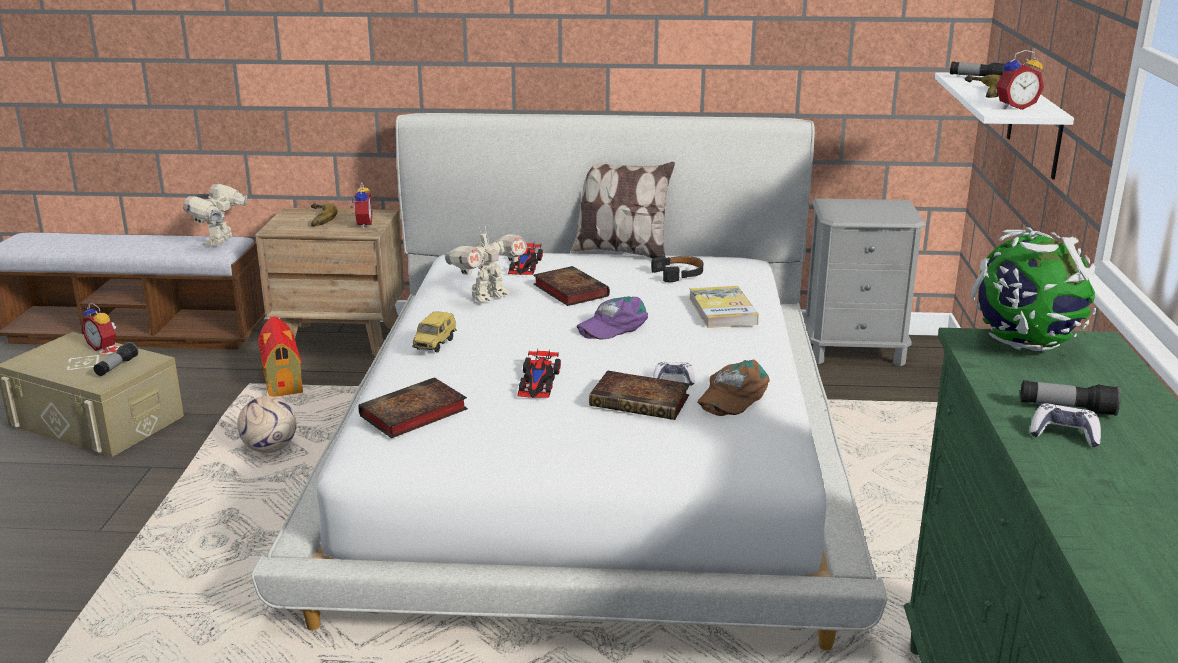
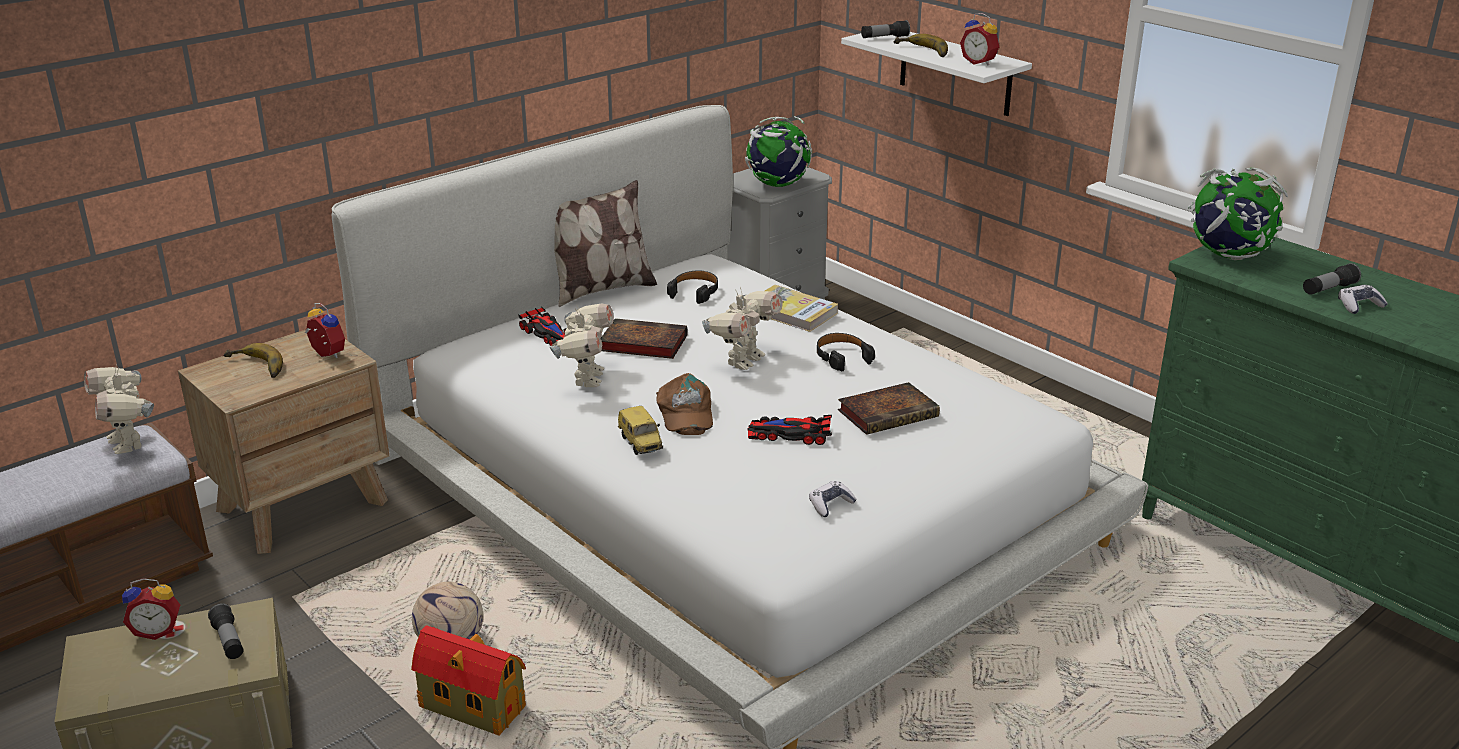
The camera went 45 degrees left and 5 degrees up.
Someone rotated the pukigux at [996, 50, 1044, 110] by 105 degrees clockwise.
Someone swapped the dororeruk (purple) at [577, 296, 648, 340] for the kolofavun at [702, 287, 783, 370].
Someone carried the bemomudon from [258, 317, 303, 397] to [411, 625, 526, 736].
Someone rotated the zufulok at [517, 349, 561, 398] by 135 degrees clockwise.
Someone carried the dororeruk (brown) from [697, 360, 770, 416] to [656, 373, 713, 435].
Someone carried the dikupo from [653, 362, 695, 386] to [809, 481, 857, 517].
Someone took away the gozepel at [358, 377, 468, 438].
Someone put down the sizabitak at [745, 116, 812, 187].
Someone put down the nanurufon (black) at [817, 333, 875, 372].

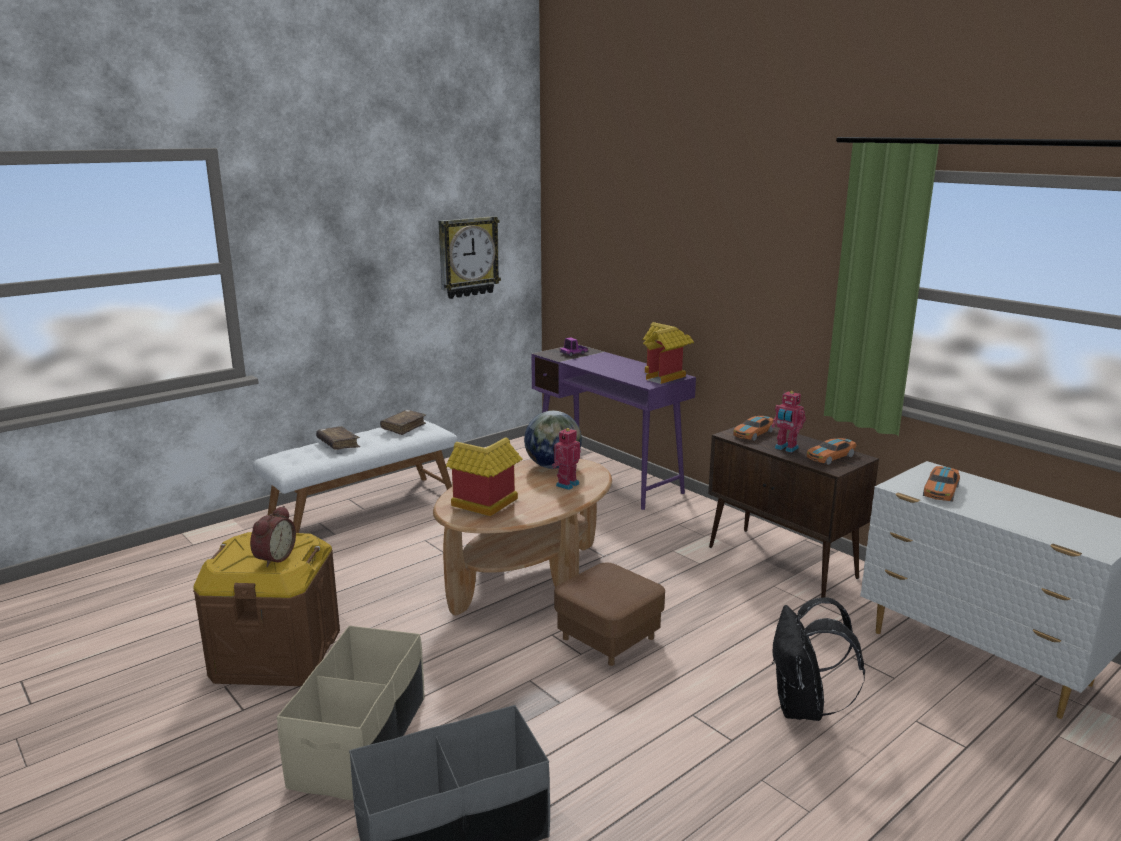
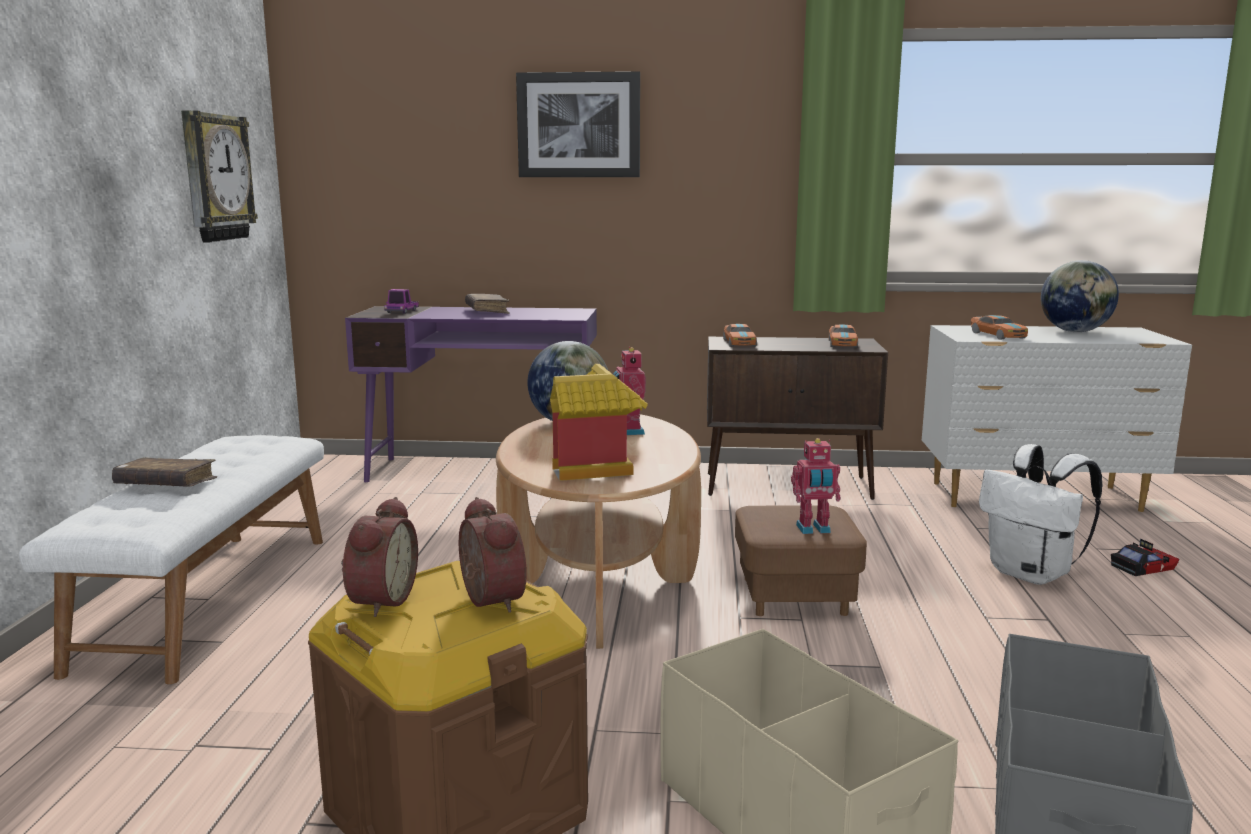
The camera went 45 degrees left and 5 degrees down.
Someone took away the bemomudon at [643, 322, 694, 384].
Someone carried the kolofavun from [772, 390, 806, 453] to [791, 438, 841, 534].
Someone carried the gozepel (brown) from [380, 410, 426, 435] to [465, 294, 510, 314].
Someone repainted the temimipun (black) at [772, 597, 865, 721], which became the temimipun (white) at [979, 444, 1102, 585].
Someone put up the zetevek at [516, 71, 640, 177].
Someone put down the sizabitak at [1041, 260, 1119, 332].
Someone put down the pukigux at [341, 497, 418, 617].
Someone put down the zufulok at [1111, 539, 1179, 576].

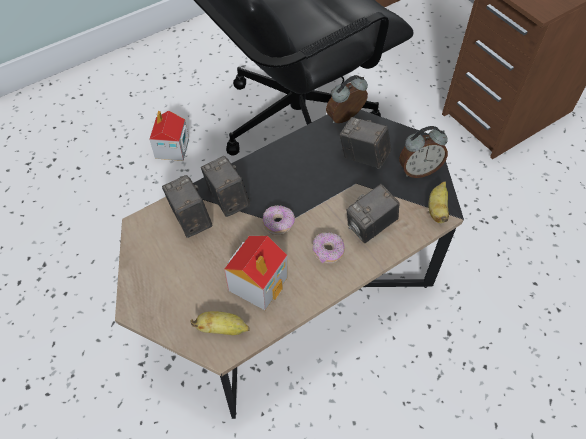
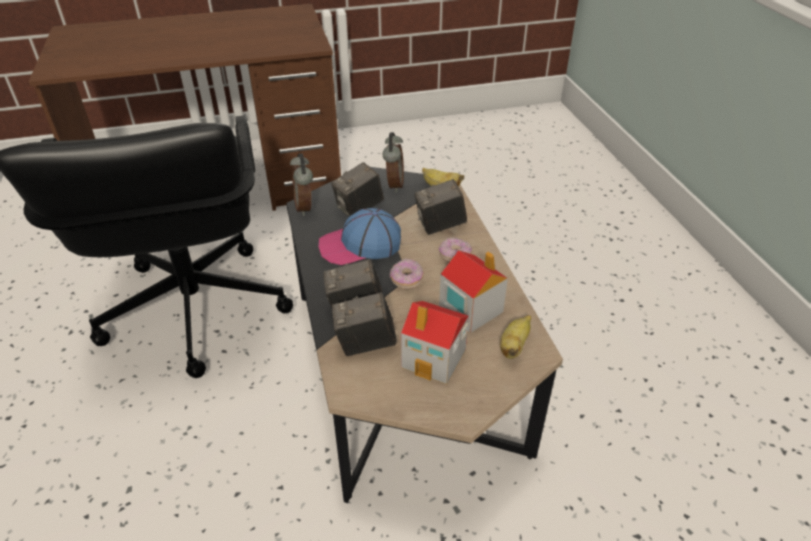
The camera went 70 degrees left and 15 degrees down.
Someone carried the bemomudon from [149, 110, 189, 161] to [401, 301, 469, 384].
Someone rotated the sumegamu at [347, 184, 399, 243] by 90 degrees clockwise.
Someone put down the dororeruk at [318, 208, 401, 265].

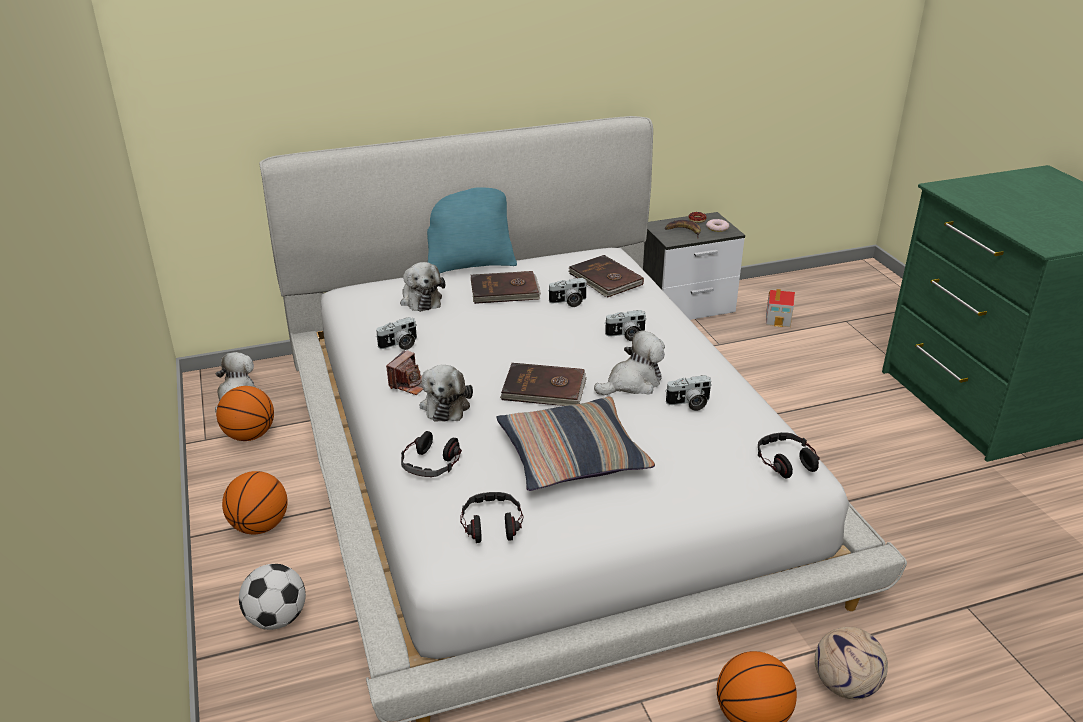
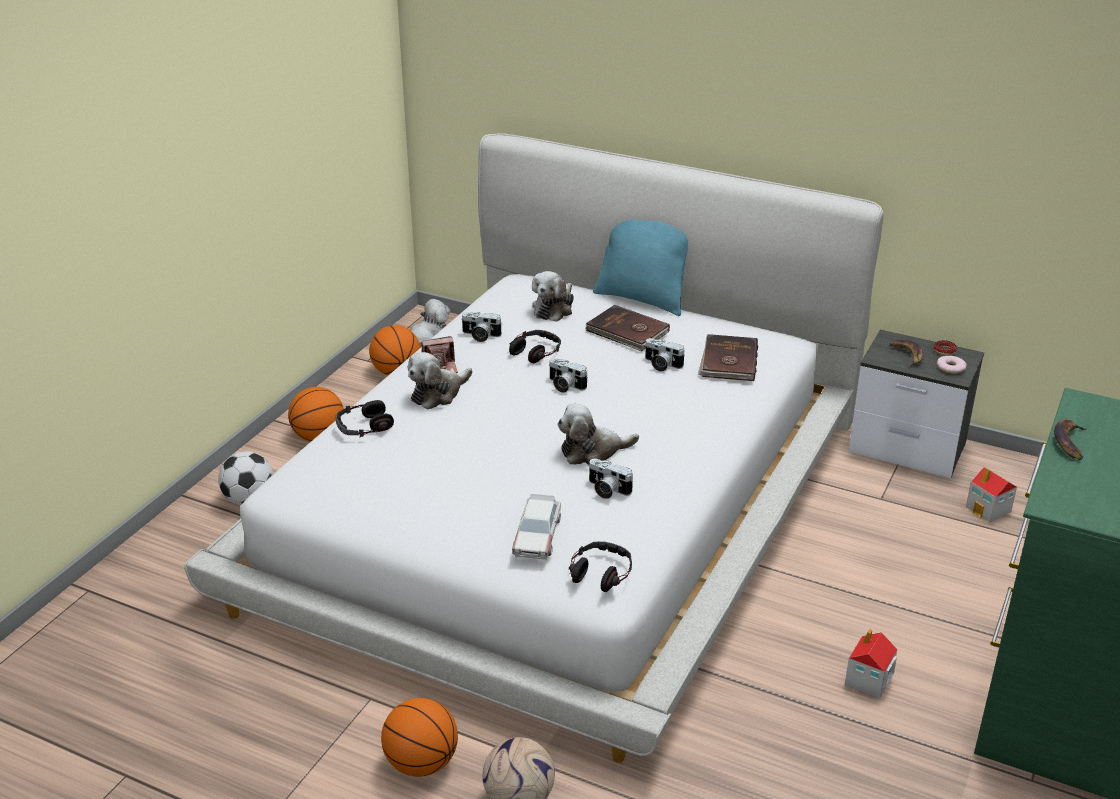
The camera went 45 degrees right and 0 degrees up.
Someone carried the sumegamu from [604, 310, 647, 341] to [550, 358, 588, 393].
Someone rotated the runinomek at [594, 331, 665, 395] by 150 degrees clockwise.
Someone took away the gozepel (brown) at [500, 363, 587, 406].
Someone took away the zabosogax at [497, 396, 655, 491].
Someone carried the nanurufon from [460, 492, 523, 543] to [509, 330, 561, 363].
Someone put down the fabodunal at [1054, 419, 1087, 460].
Someone put down the zufulok at [512, 494, 561, 561].
Someone put down the bemomudon at [845, 629, 897, 699].

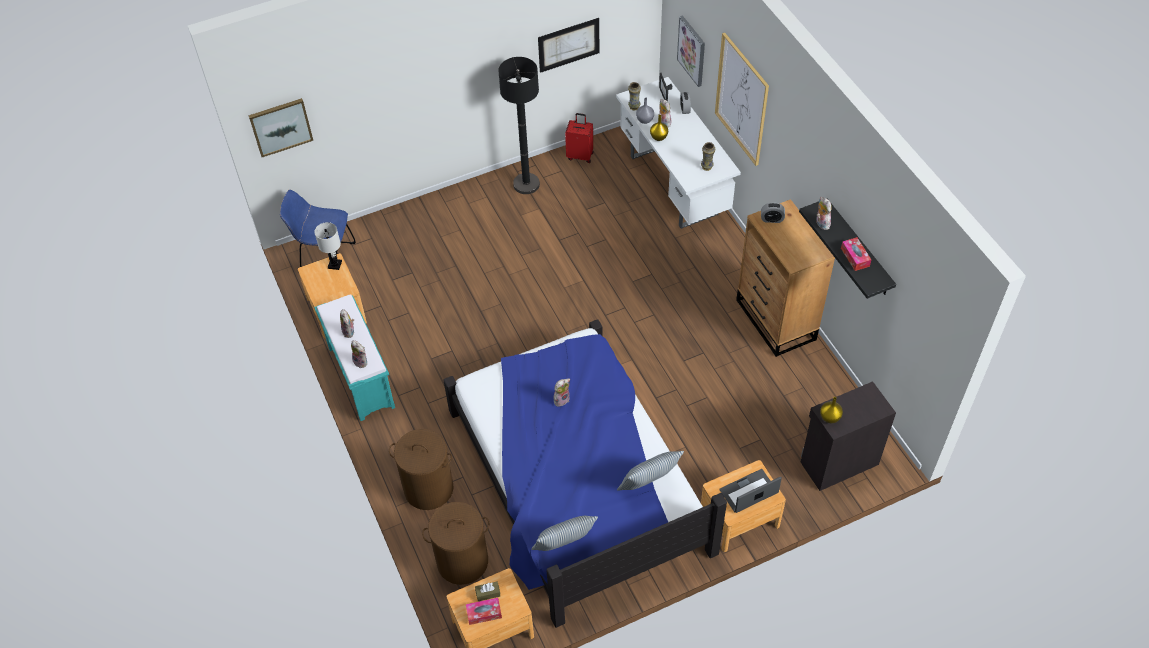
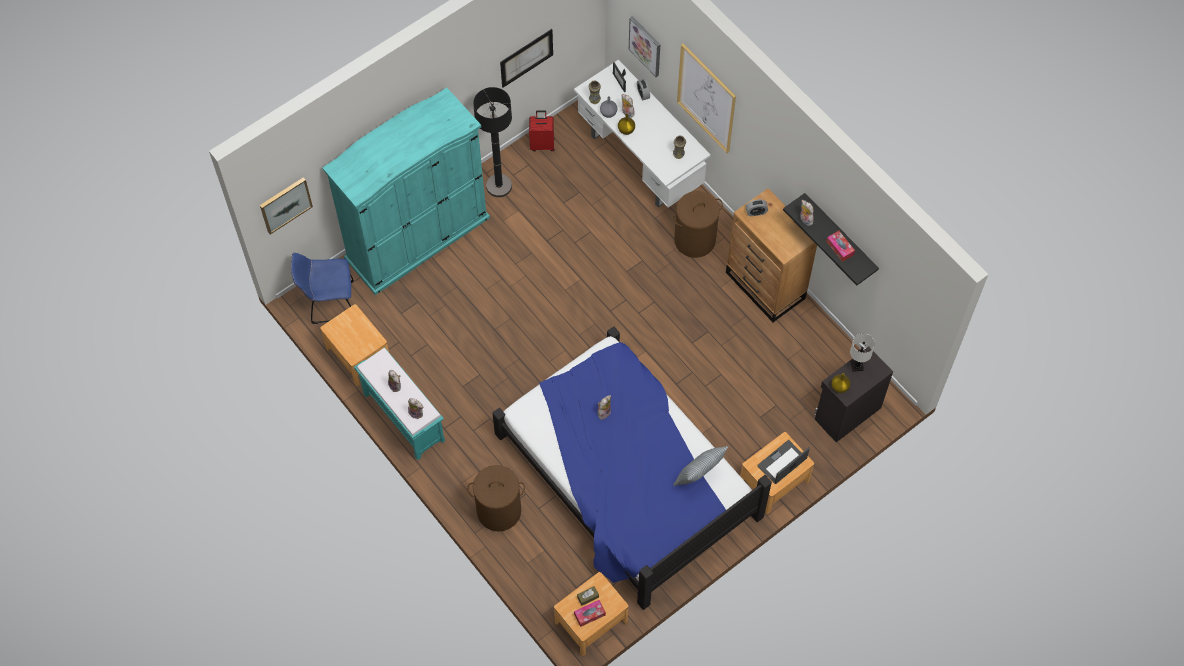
The camera went 15 degrees left and 10 degrees up.
Someone carried the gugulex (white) from [314, 222, 342, 270] to [850, 333, 875, 372].
Someone carried the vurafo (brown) from [422, 502, 489, 585] to [673, 191, 723, 258].
Someone took away the zabosogax at [531, 516, 598, 551].
Someone put down the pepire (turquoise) at [322, 88, 490, 295].

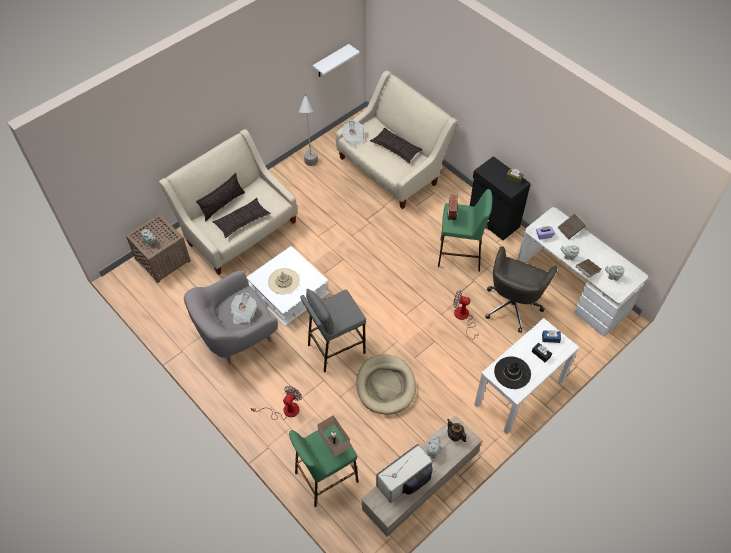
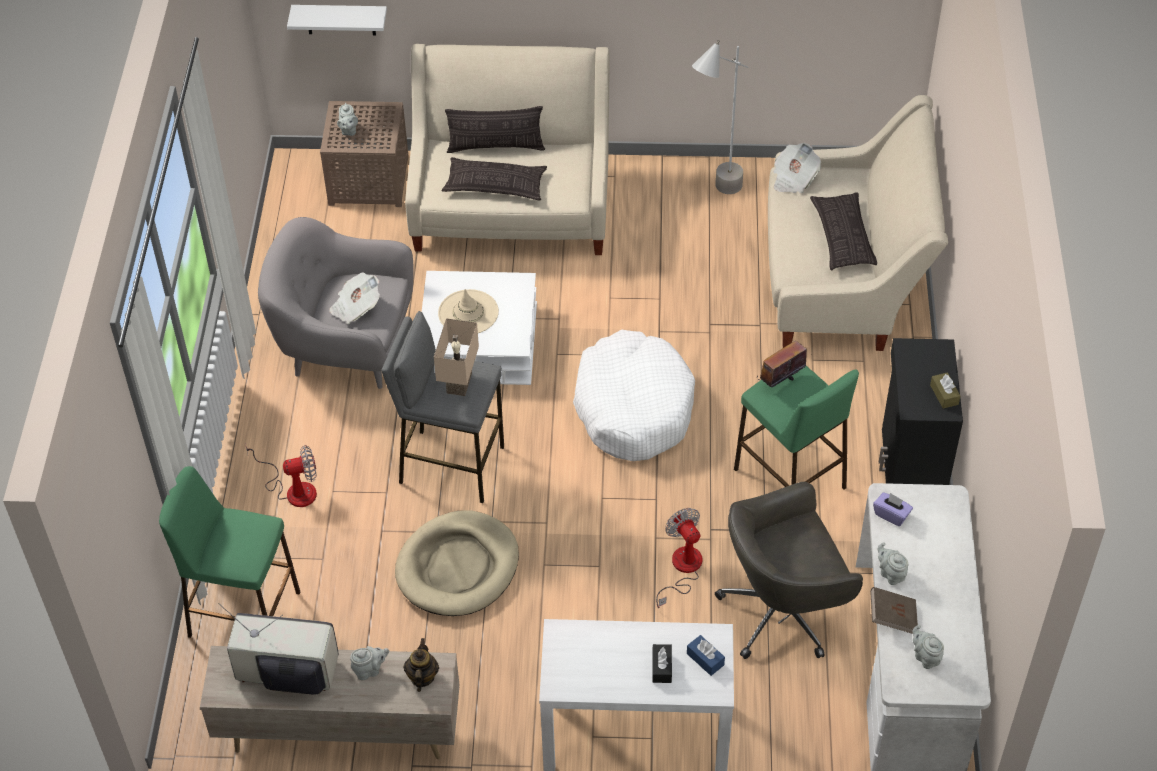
The camera went 45 degrees right and 5 degrees down.
Someone carried the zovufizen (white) from [313, 44, 360, 77] to [287, 5, 387, 35].
Someone took away the gozepel (brown) at [558, 214, 586, 239].
Someone took away the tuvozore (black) at [494, 356, 531, 389].
Someone carried the gugulex (beige) from [317, 415, 350, 458] to [434, 318, 479, 396].
Someone put down the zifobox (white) at [573, 329, 695, 461].

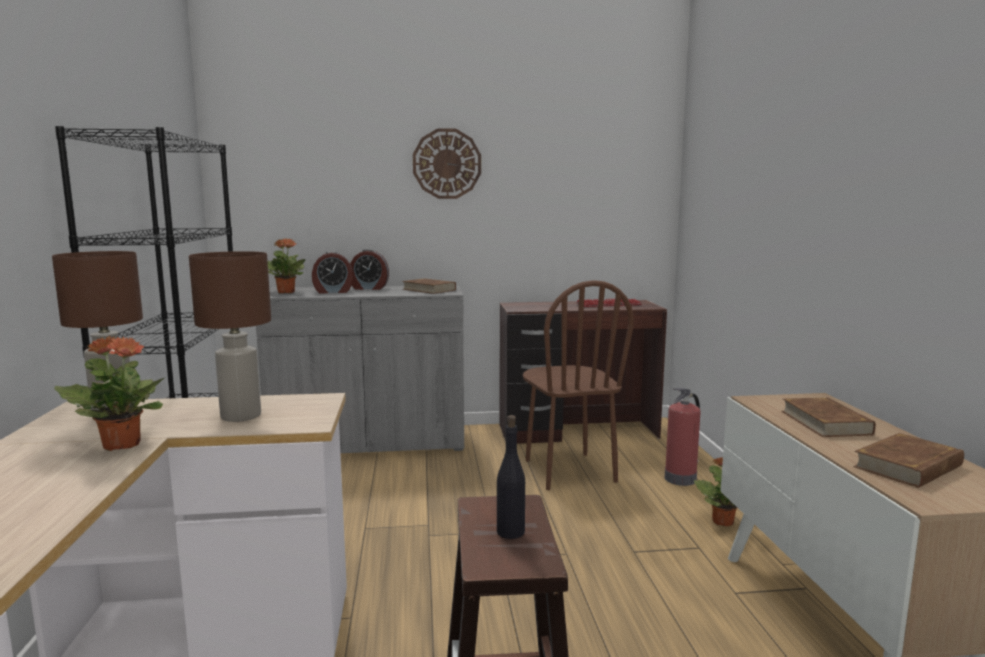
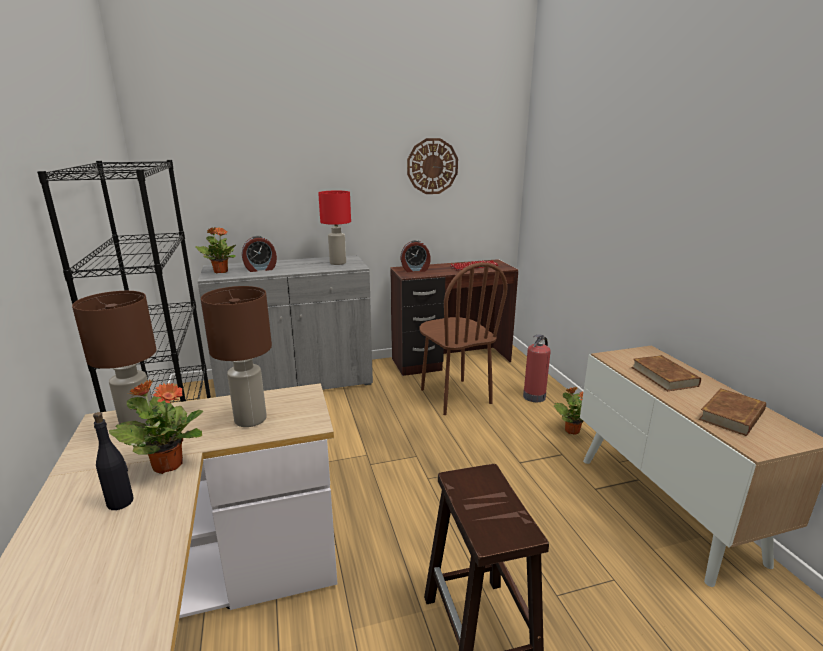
The camera went 10 degrees left and 10 degrees up.
Someone carried the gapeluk from [413, 128, 481, 199] to [407, 138, 458, 194].
Someone carried the pukigux from [350, 249, 389, 290] to [401, 240, 431, 272].
Someone swapped the gozepel (brown) at [402, 278, 456, 294] for the gugulex (red) at [318, 191, 351, 265].
Someone carried the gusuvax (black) from [497, 415, 525, 539] to [93, 412, 134, 510].

